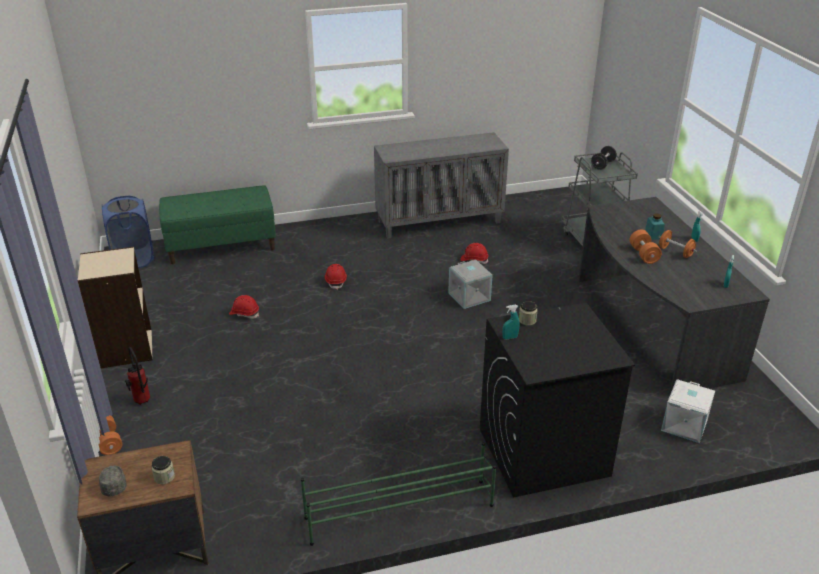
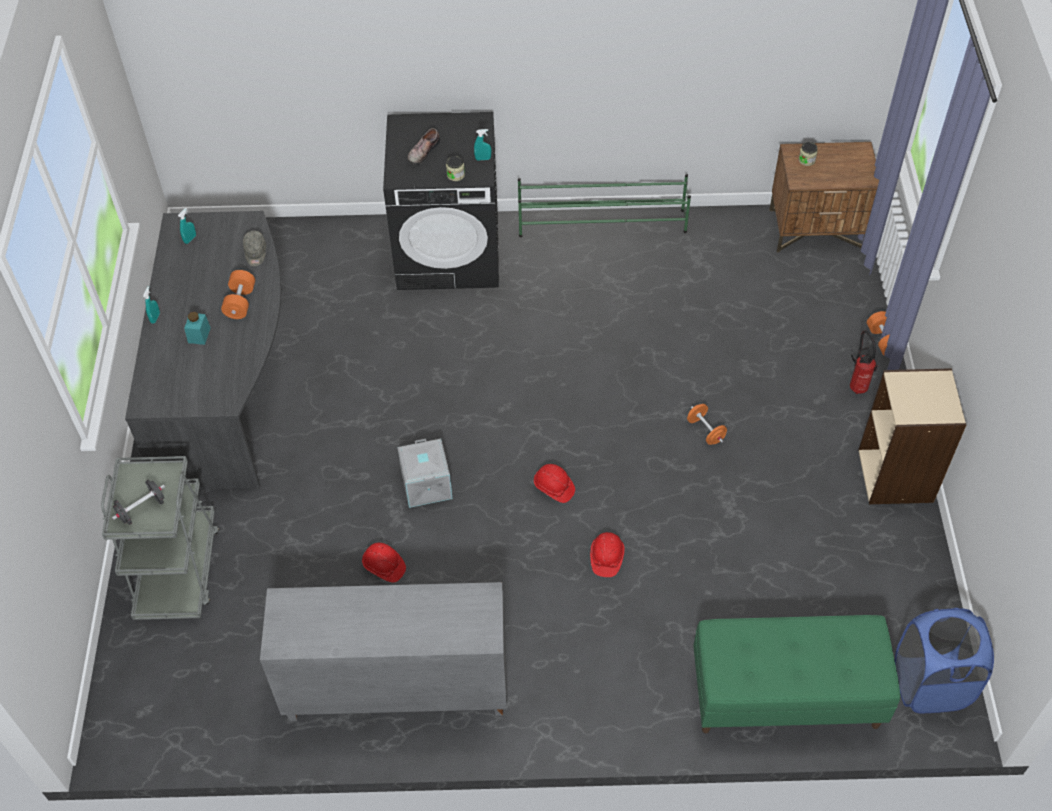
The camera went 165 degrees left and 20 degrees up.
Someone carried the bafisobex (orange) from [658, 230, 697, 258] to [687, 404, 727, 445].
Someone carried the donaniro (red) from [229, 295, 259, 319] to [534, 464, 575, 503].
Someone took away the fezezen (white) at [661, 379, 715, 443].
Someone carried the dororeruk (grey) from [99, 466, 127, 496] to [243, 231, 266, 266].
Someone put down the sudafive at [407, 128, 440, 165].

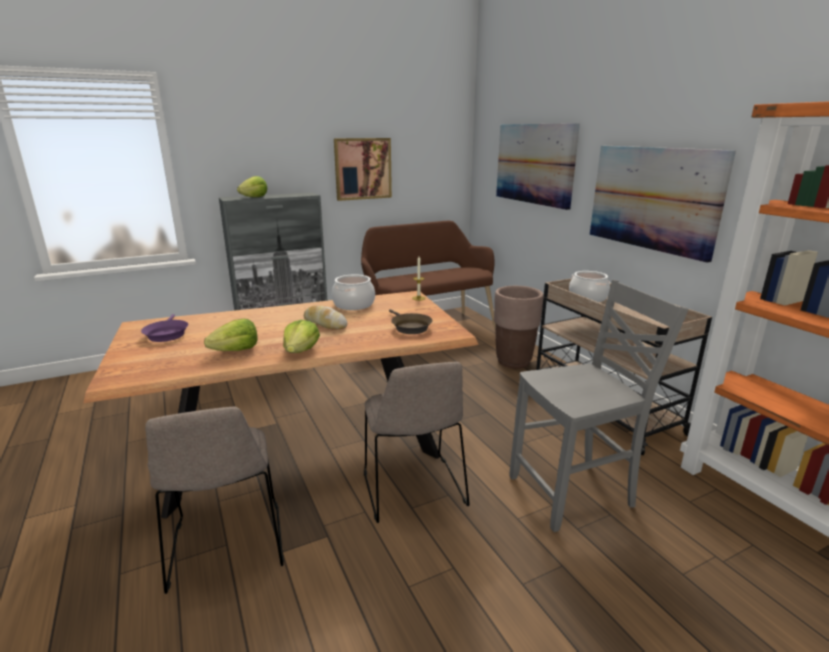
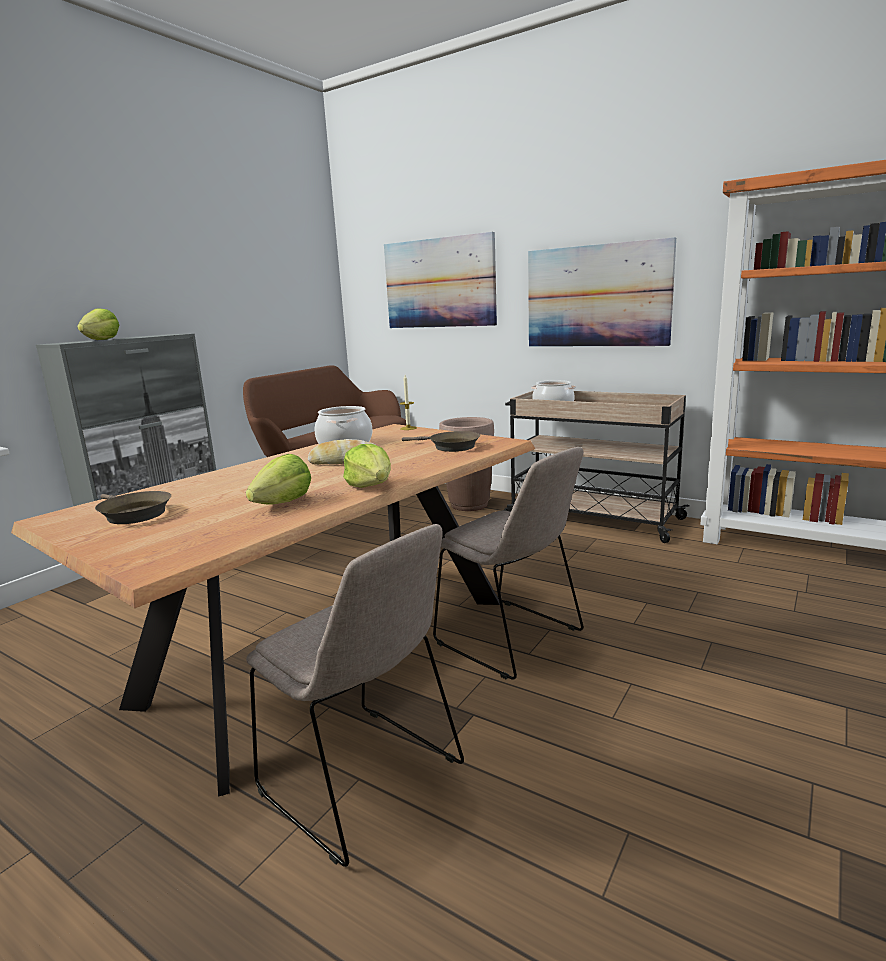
The camera went 30 degrees left and 5 degrees down.
Someone took away the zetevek at [334, 138, 392, 201].
Someone took away the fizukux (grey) at [509, 280, 688, 532].
Someone repainted the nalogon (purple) at [141, 314, 188, 342], which became the nalogon (brown) at [95, 491, 171, 524].

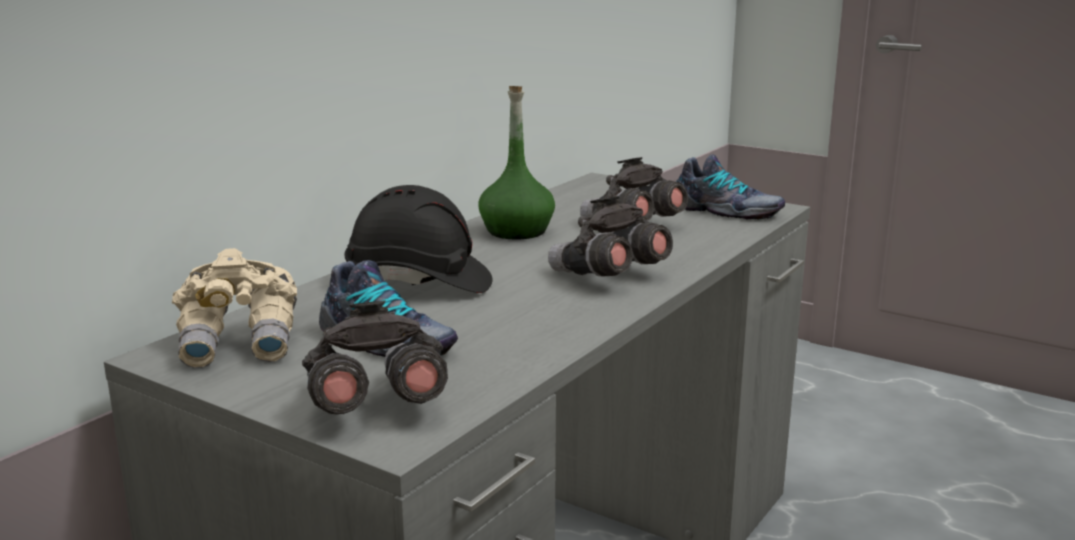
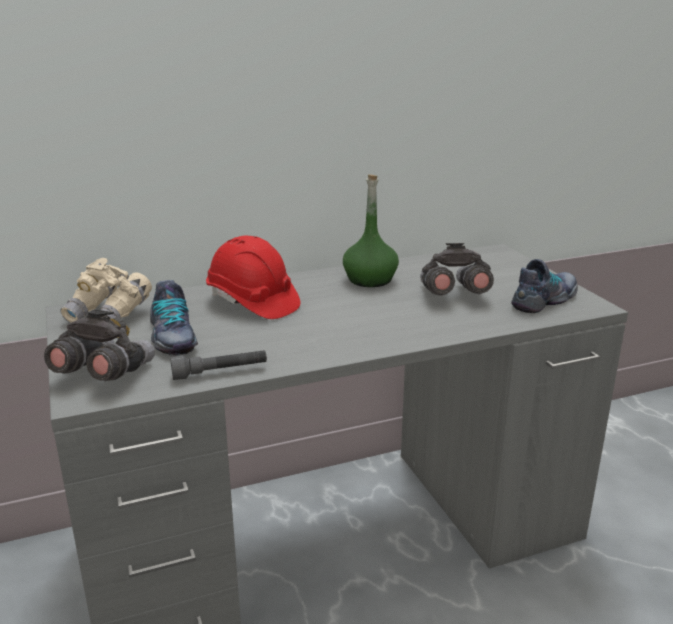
The camera went 35 degrees right and 5 degrees up.
Someone rotated the sudafive at [676, 155, 785, 220] by 105 degrees counterclockwise.
Someone repainted the donaniro (black) at [345, 185, 493, 293], which became the donaniro (red) at [206, 235, 300, 319].
Someone took away the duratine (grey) at [548, 196, 673, 277].
Someone put down the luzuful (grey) at [170, 350, 267, 380].

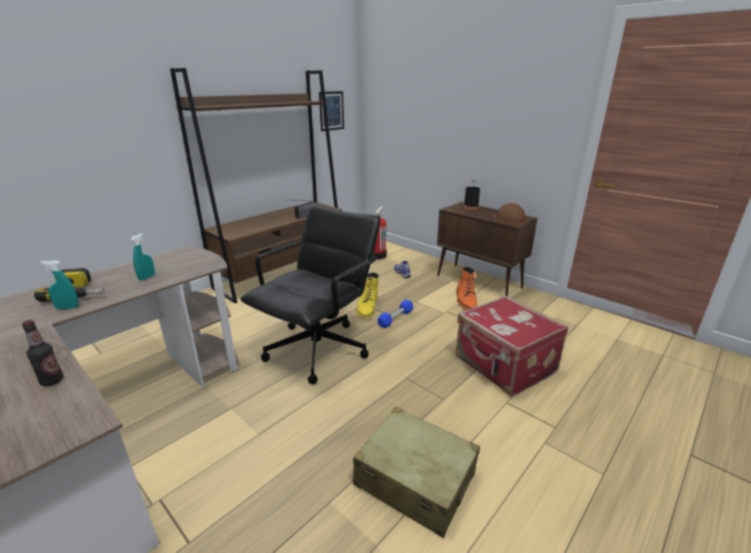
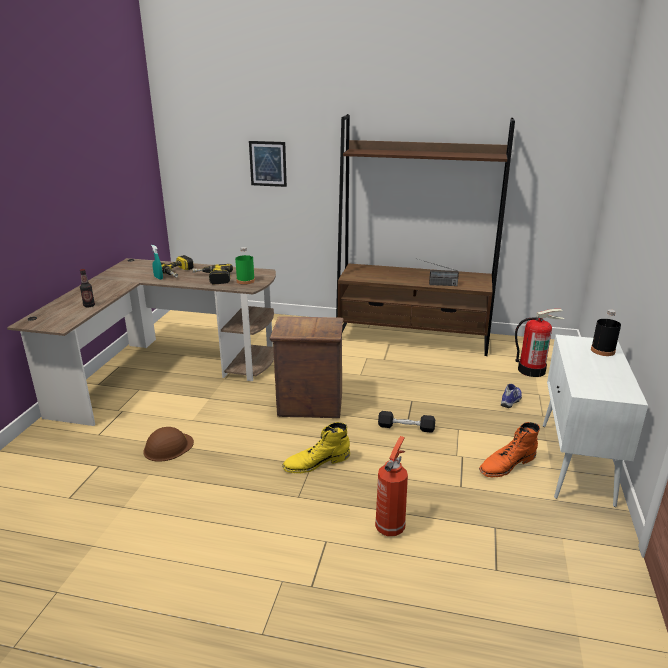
The camera went 60 degrees right and 0 degrees up.
Someone carried the zetevek from [319, 91, 344, 131] to [249, 141, 287, 187].
Someone repainted the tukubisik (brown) at [437, 202, 538, 296], which became the tukubisik (white) at [543, 335, 648, 507].
Someone carried the donaniro (brown) from [493, 203, 527, 225] to [143, 427, 194, 462].
Someone swapped the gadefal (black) at [240, 204, 381, 384] for the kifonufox at [269, 316, 344, 418].
Someone swapped the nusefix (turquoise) at [130, 233, 155, 281] for the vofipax at [192, 264, 233, 285].
Someone carried the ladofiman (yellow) from [356, 272, 379, 319] to [282, 422, 350, 473].
Someone swapped the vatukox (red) at [456, 296, 568, 396] for the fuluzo at [375, 436, 408, 536].
Someone repainted the bafisobex (blue) at [377, 300, 414, 328], which became the bafisobex (black) at [378, 411, 435, 433].
Someone took away the vatukox (beige) at [353, 407, 480, 538].
Someone put down the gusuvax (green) at [235, 247, 255, 285].

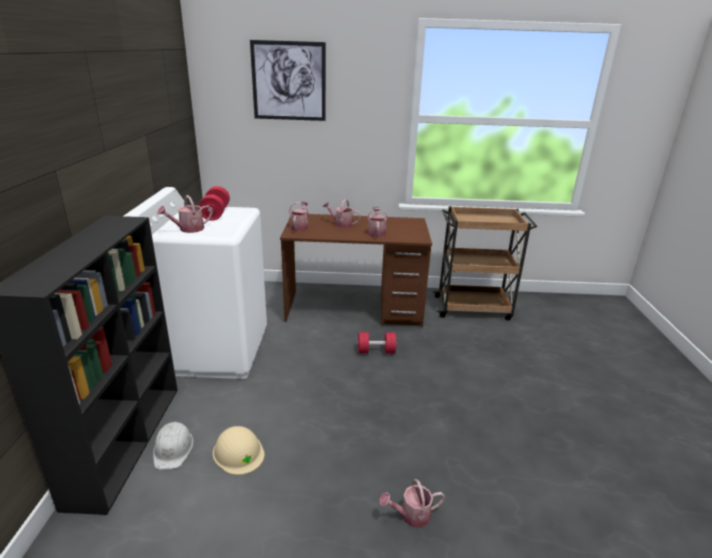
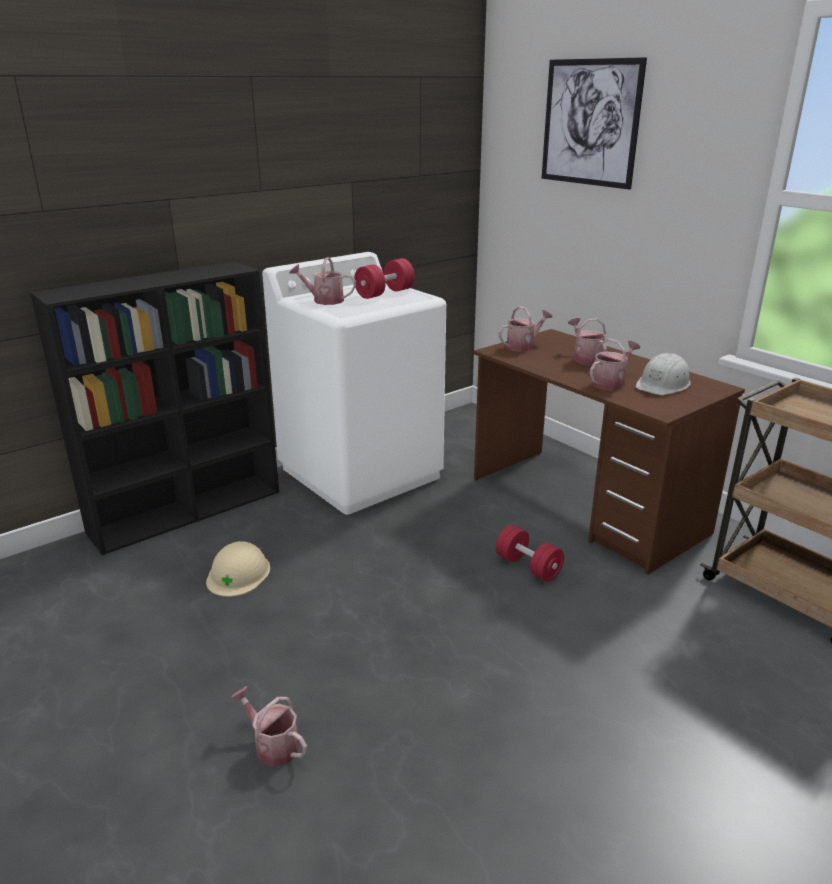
The camera went 50 degrees right and 0 degrees up.
Someone carried the donaniro (white) from [153, 422, 193, 470] to [635, 352, 691, 395].

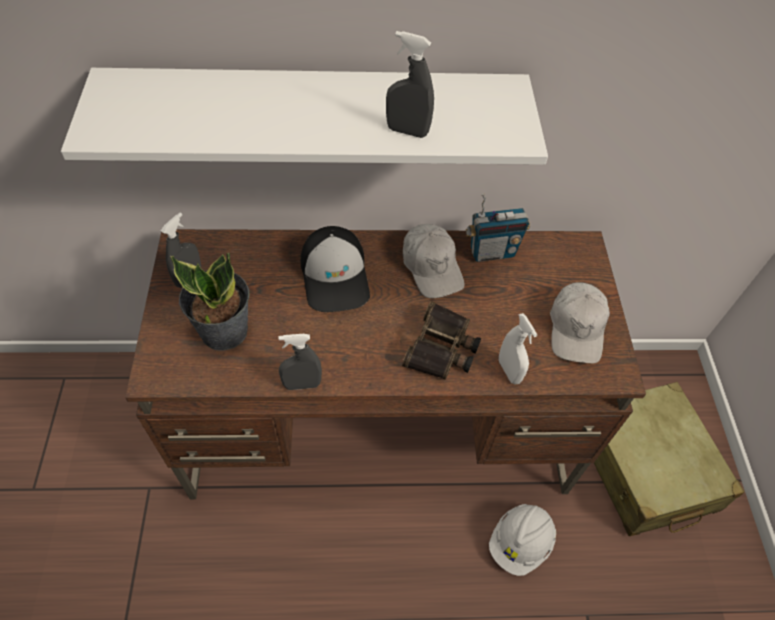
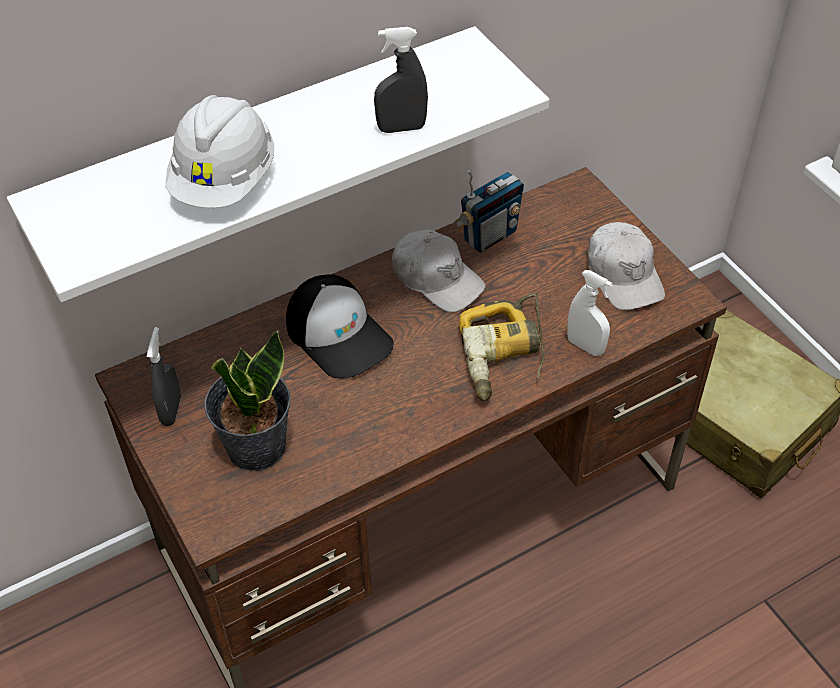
The camera went 25 degrees left and 5 degrees down.
Someone swapped the duratine at [402, 301, 481, 380] for the vofipax at [459, 293, 544, 401].
Someone took away the nusefix (grey) at [278, 334, 322, 390].
Someone carried the donaniro (white) from [489, 504, 556, 576] to [166, 95, 274, 208].

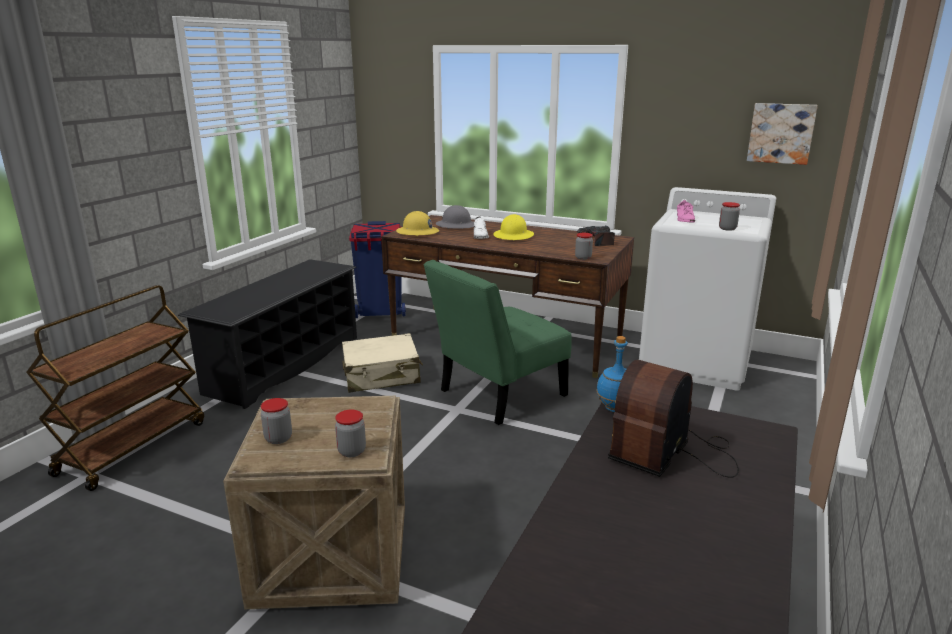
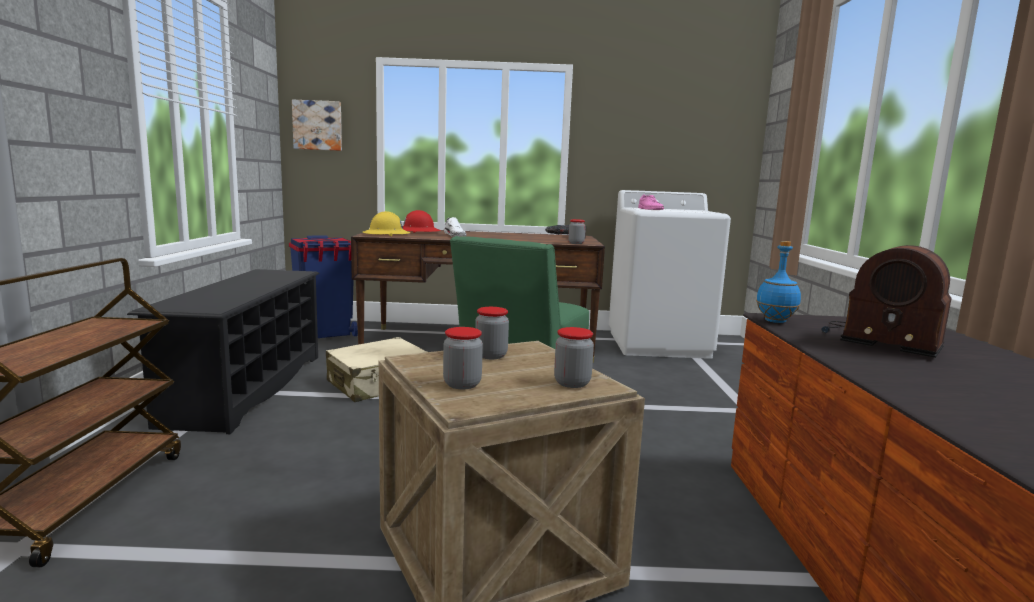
The camera went 25 degrees left and 10 degrees down.
Someone carried the zetevek from [747, 103, 818, 165] to [292, 100, 342, 151].
Someone carried the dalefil from [719, 202, 740, 231] to [475, 307, 509, 359].
Someone repainted the donaniro (grey) at [436, 205, 474, 229], which became the donaniro (red) at [403, 210, 441, 233].
Someone took away the donaniro (yellow) at [493, 214, 534, 240].
Someone rotated the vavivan at [608, 360, 739, 478] by 60 degrees counterclockwise.

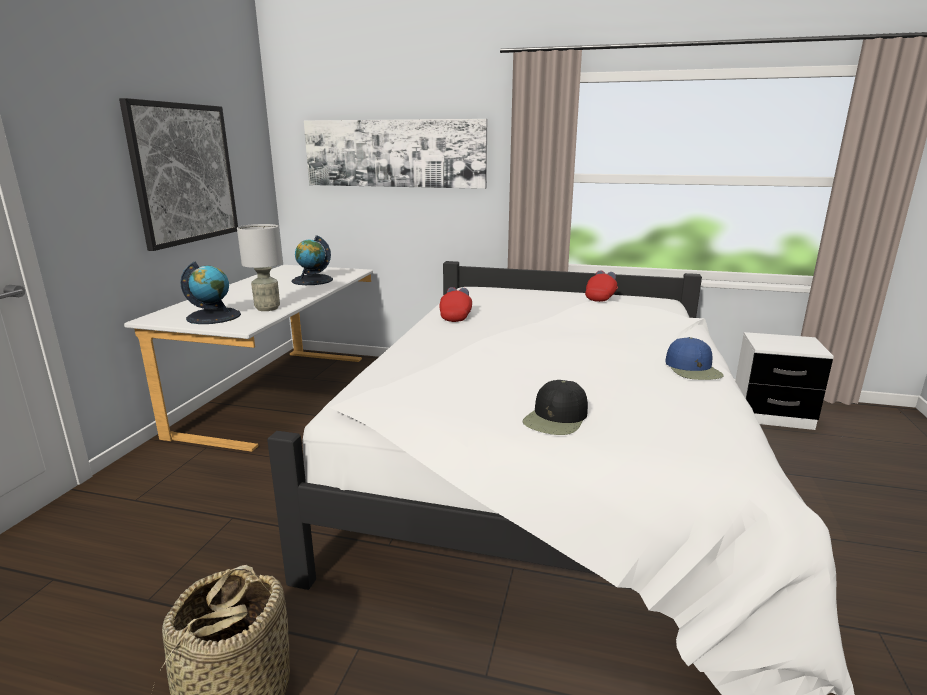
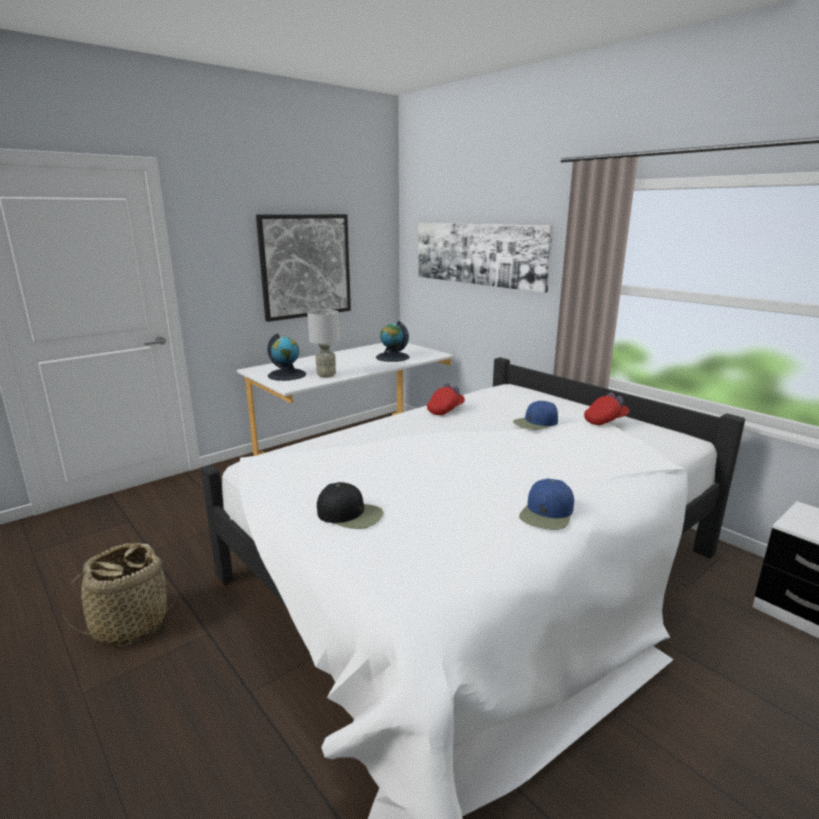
The camera went 35 degrees right and 0 degrees up.
Someone rotated the dororeruk (black) at [522, 380, 588, 435] by 135 degrees counterclockwise.
Someone put down the dororeruk (blue) at [513, 401, 558, 430].

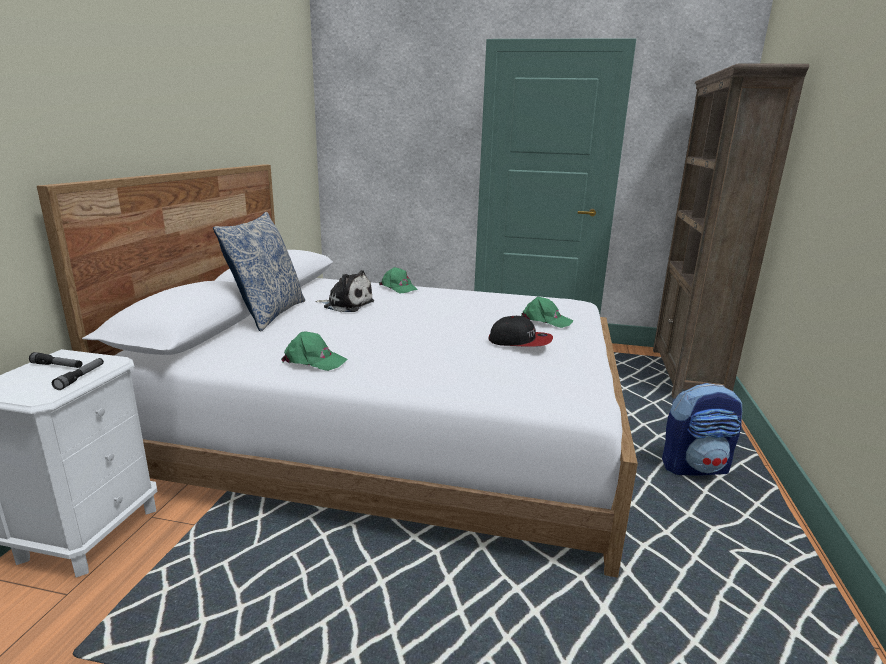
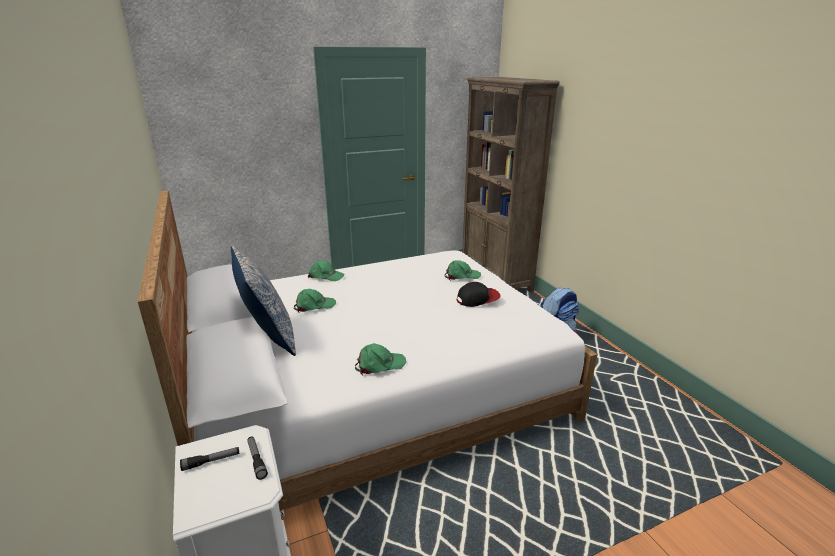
The camera went 35 degrees left and 5 degrees up.
Someone swapped the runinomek at [315, 270, 374, 312] for the dororeruk (green) at [294, 289, 336, 313].

